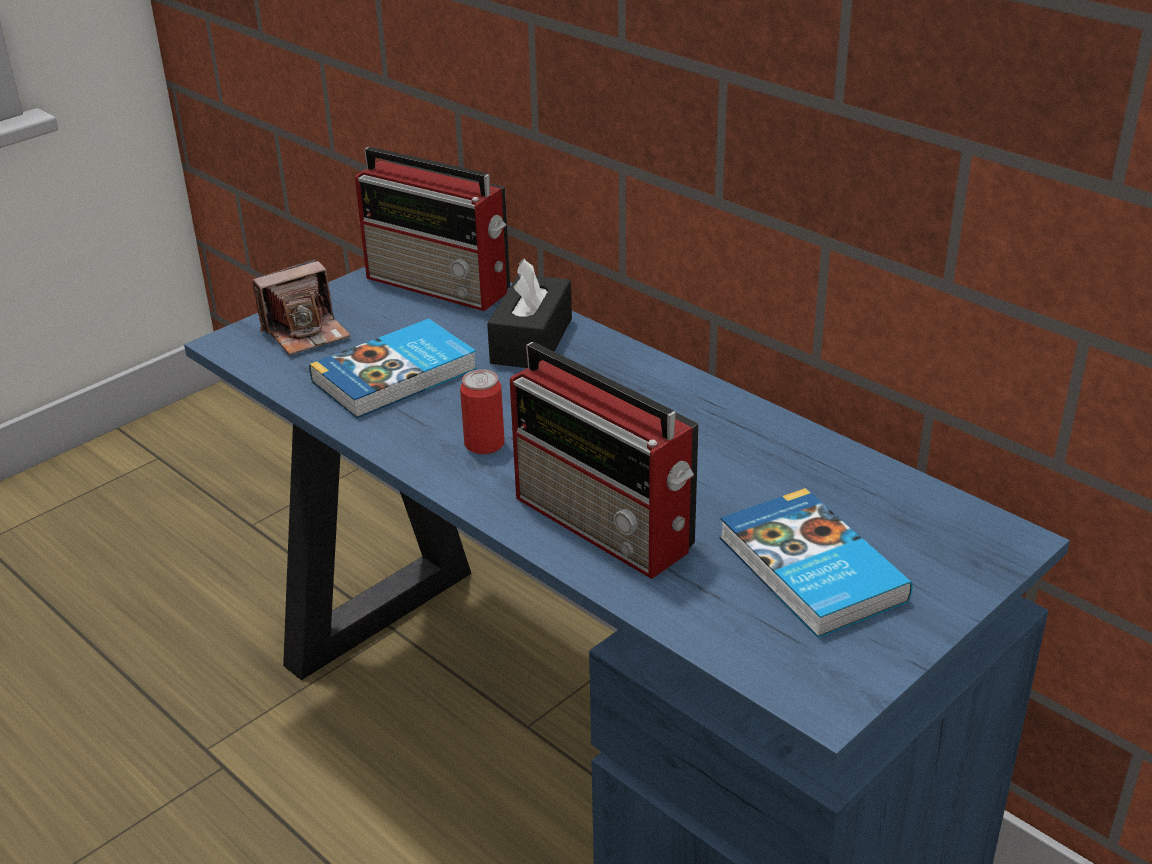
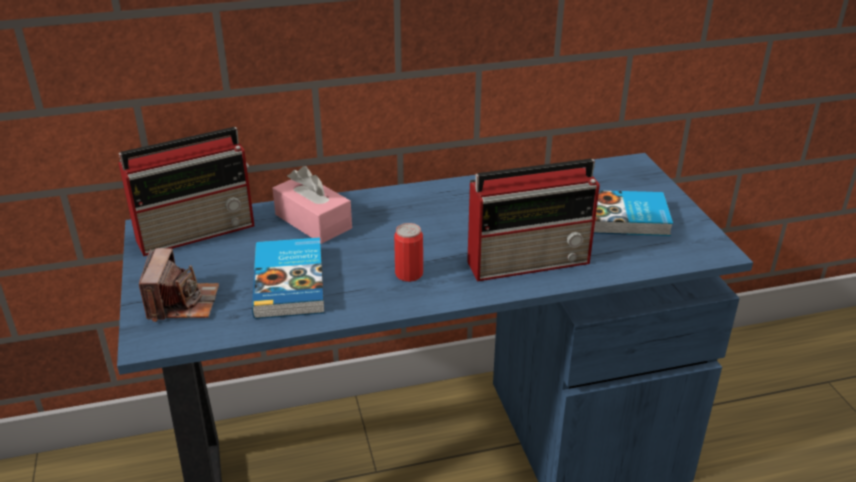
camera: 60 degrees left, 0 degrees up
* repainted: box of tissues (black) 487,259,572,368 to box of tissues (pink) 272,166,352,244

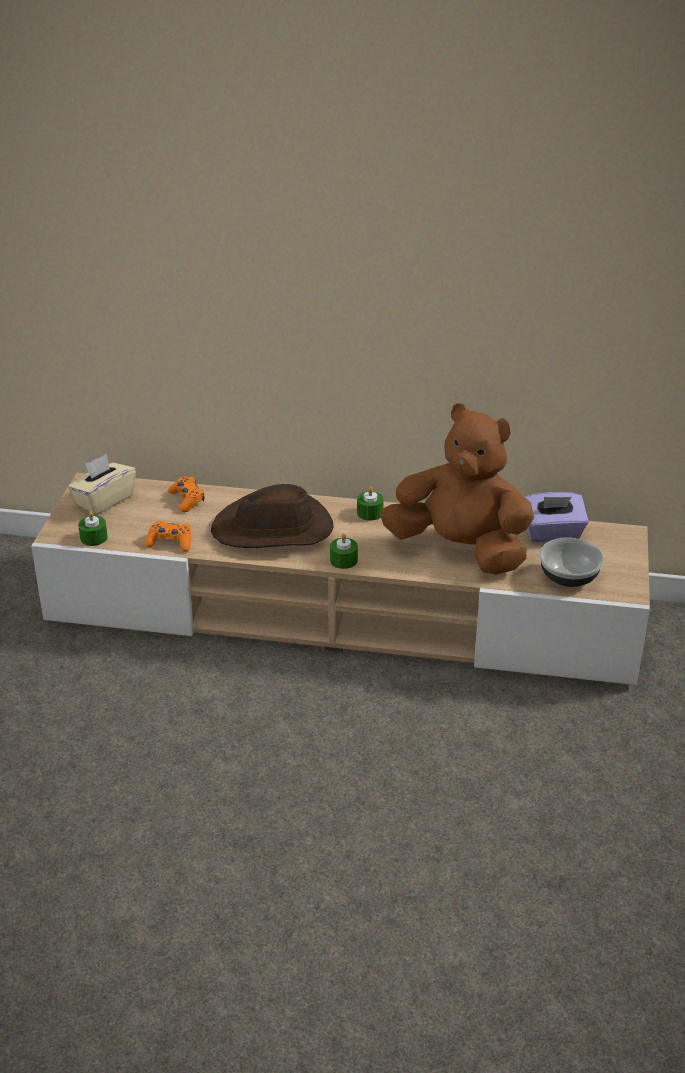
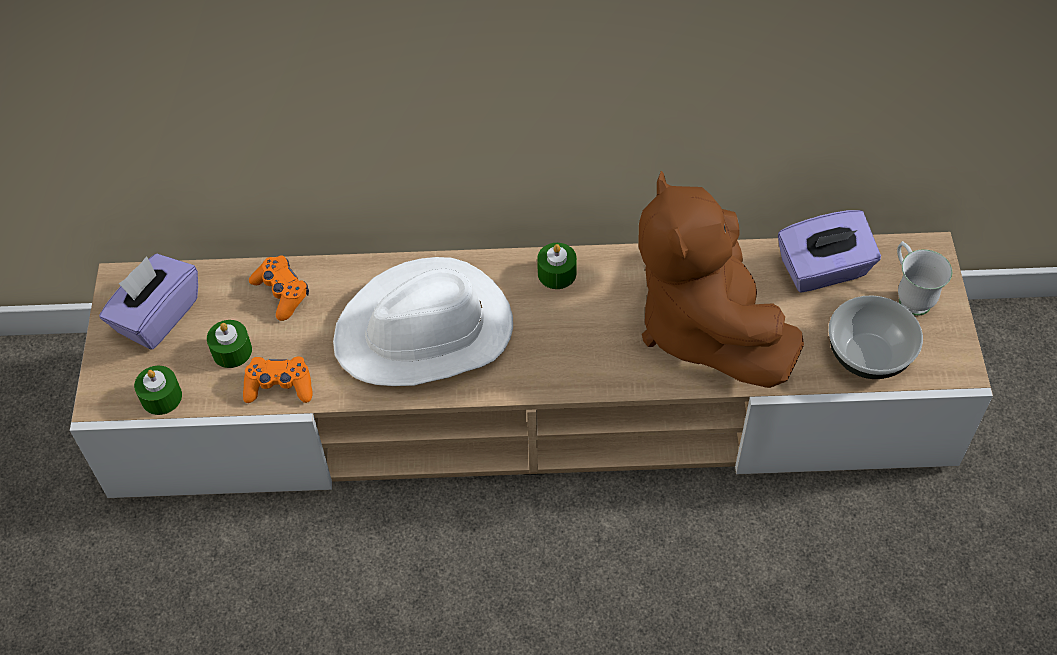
camera: 10 degrees left, 20 degrees up
* new: tea mug (white-coloured) 897,241,952,316
* shifted: candle (green-coloured) 330,533,358,569 to 207,320,252,368
* repainted: box of tissues (sand-coloured) 68,454,136,515 to box of tissues (purple-coloured) 99,254,198,350
* repainted: hat (brown-coloured) 211,484,333,548 to hat (white-coloured) 333,257,513,386
* rotated: soft toy (brown-coloured) 380,403,534,575 = 638,171,804,388 120 degrees counterclockwise

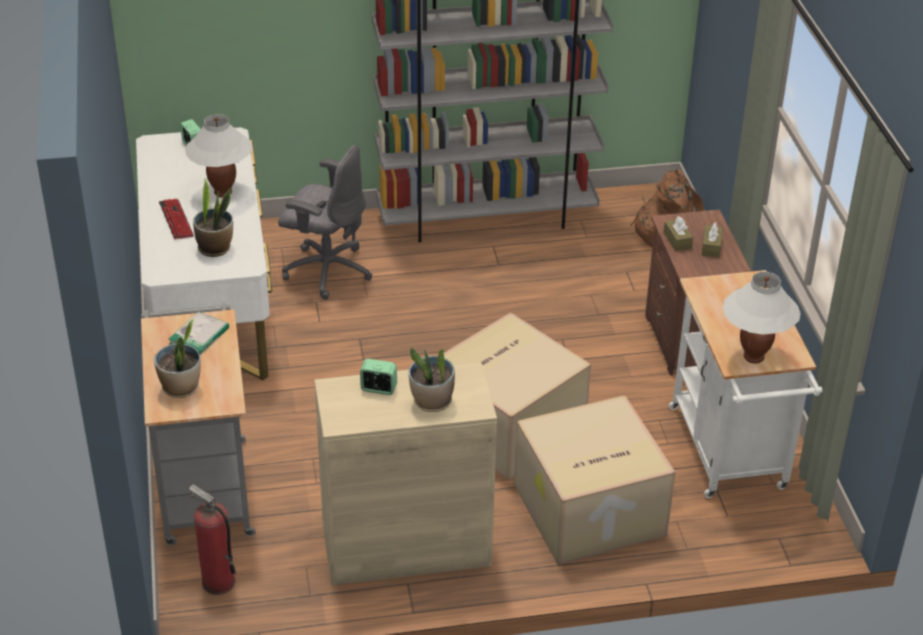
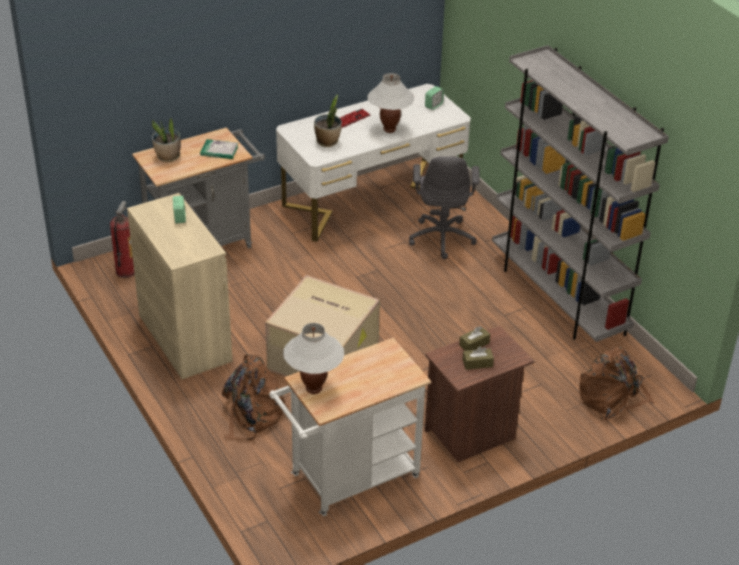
camera: 70 degrees right, 0 degrees up
* gone: potted plant 409,348,455,412
* swapped: cardboard box 514,395,676,565 to knapsack (brown-coloured) 222,354,289,440

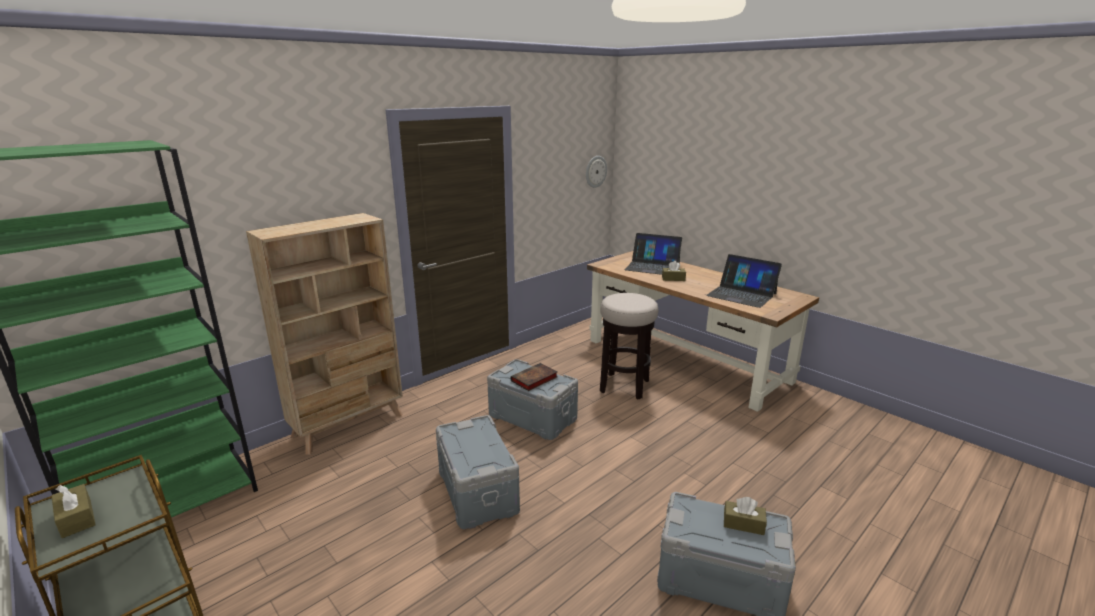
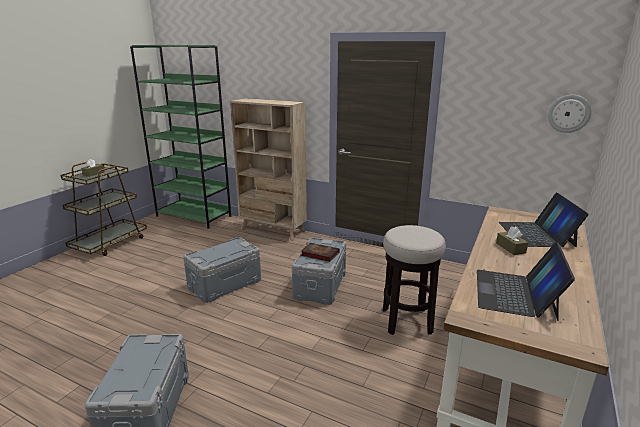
camera: 70 degrees right, 0 degrees up
* gone: box of tissues (brown-coloured) 724,497,767,535

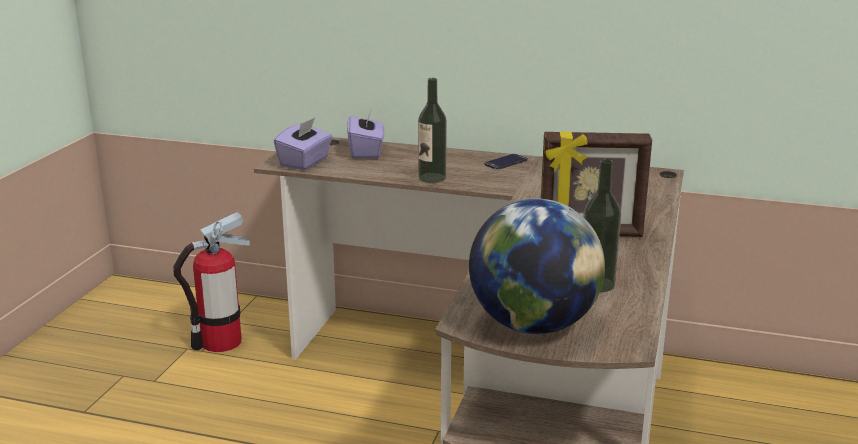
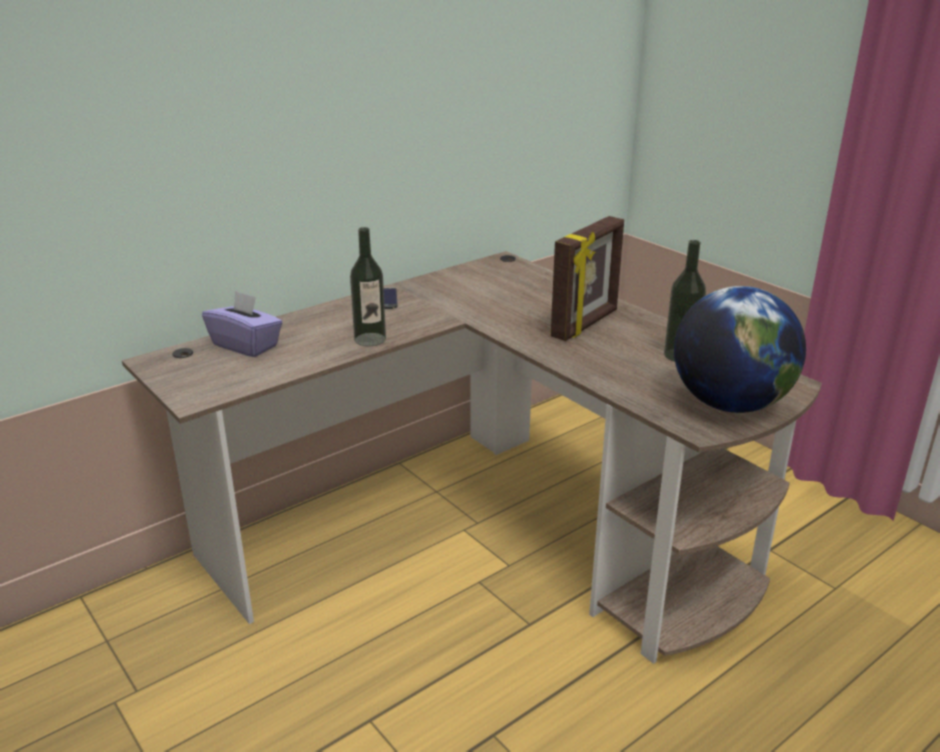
camera: 55 degrees left, 5 degrees up
* gone: extinguisher 173,212,250,352
* gone: box of tissues (purple-coloured) 274,118,333,170

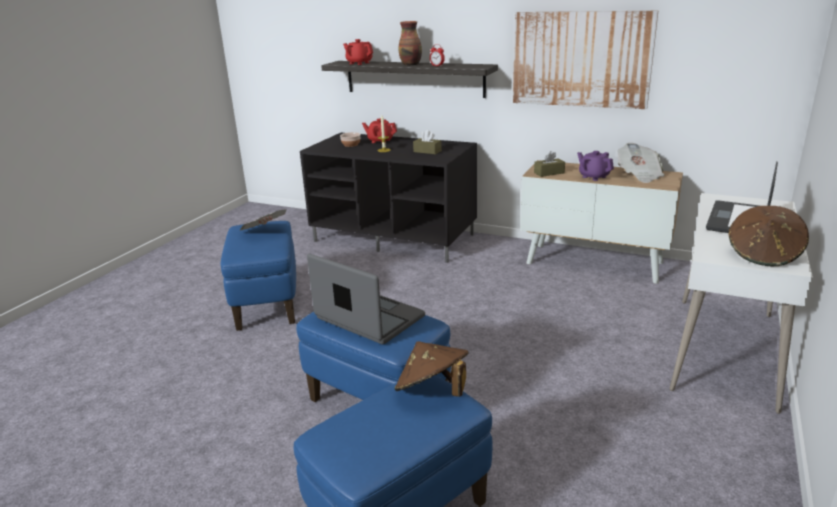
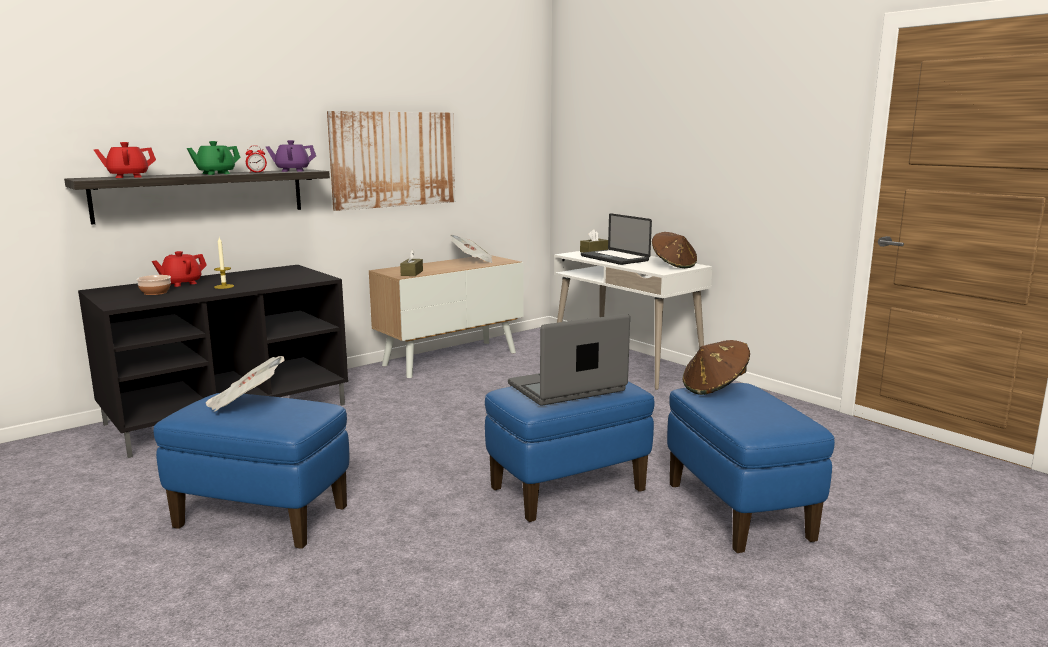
camera: 65 degrees left, 10 degrees down
* shifted: box of tissues (brown-coloured) 413,130,442,154 to 580,229,608,253
* shifted: teapot (purple-coloured) 577,151,614,181 to 266,140,316,172
* swapped: flower vase 398,21,422,66 to teapot (green-coloured) 187,141,241,175

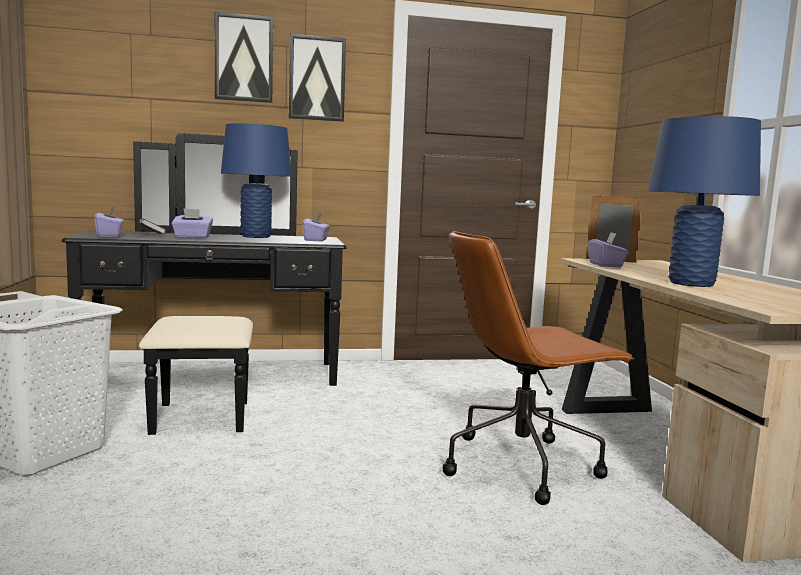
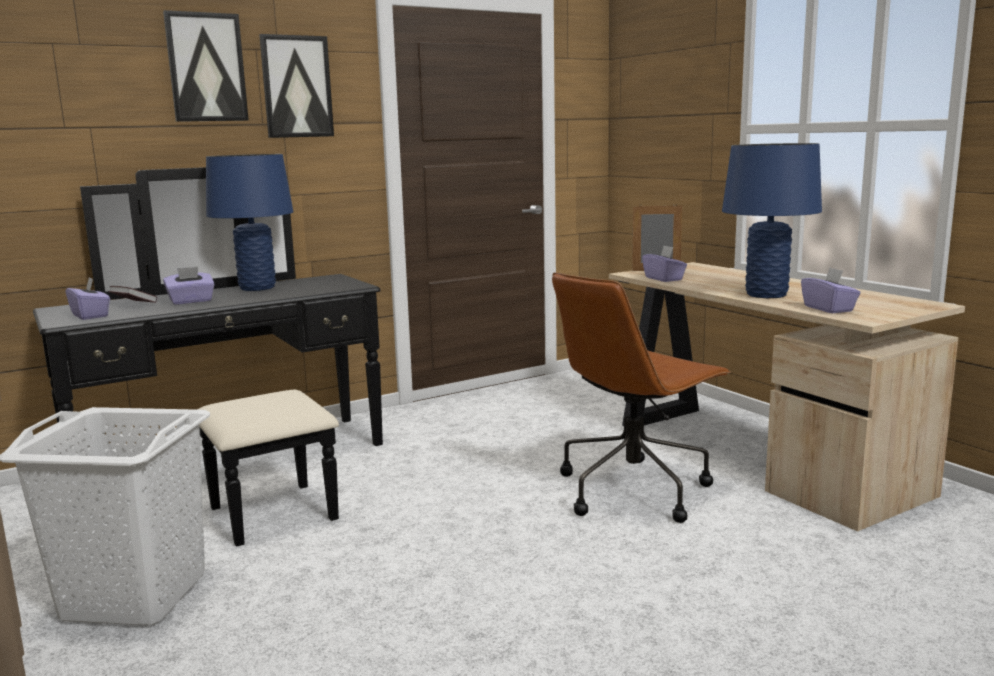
camera: 20 degrees left, 5 degrees up
* shifted: box of tissues (purple-coloured) 302,213,330,242 to 801,268,861,313

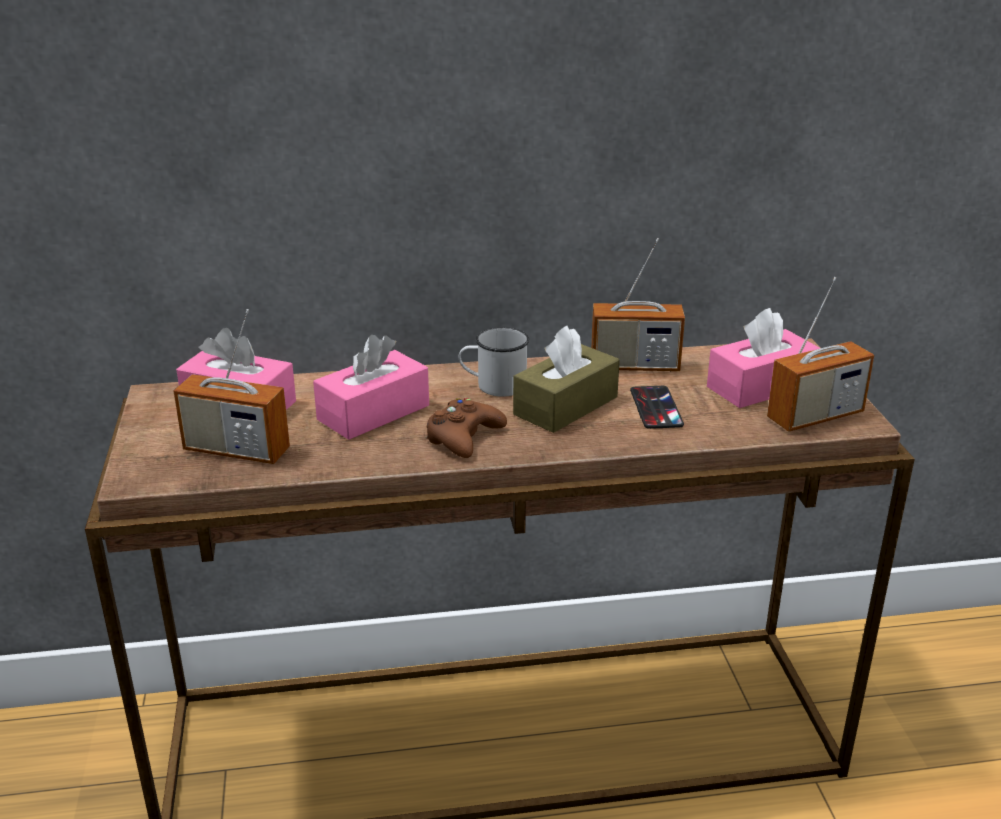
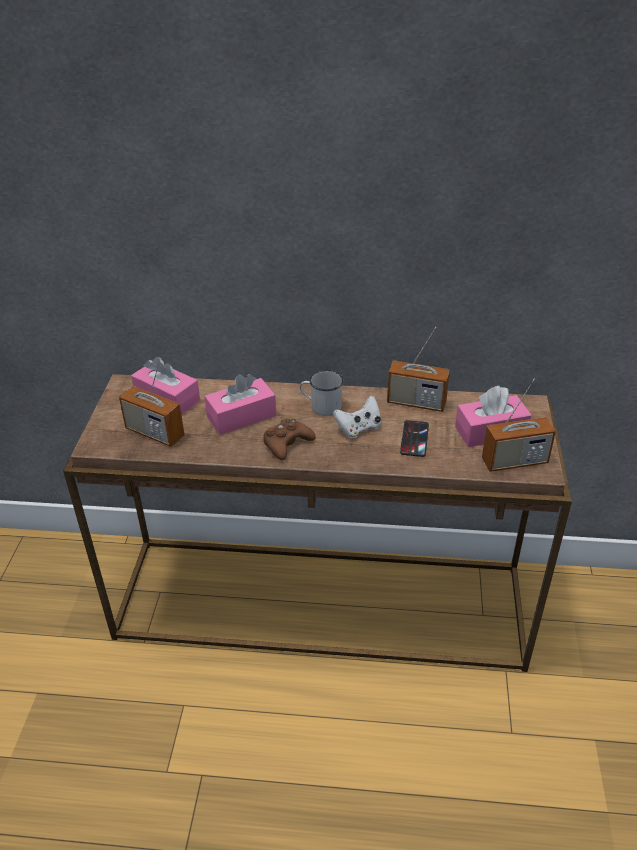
camera: 15 degrees right, 10 degrees up
* swapped: box of tissues (brown-coloured) 513,326,620,433 to game controller (white-coloured) 333,396,381,438

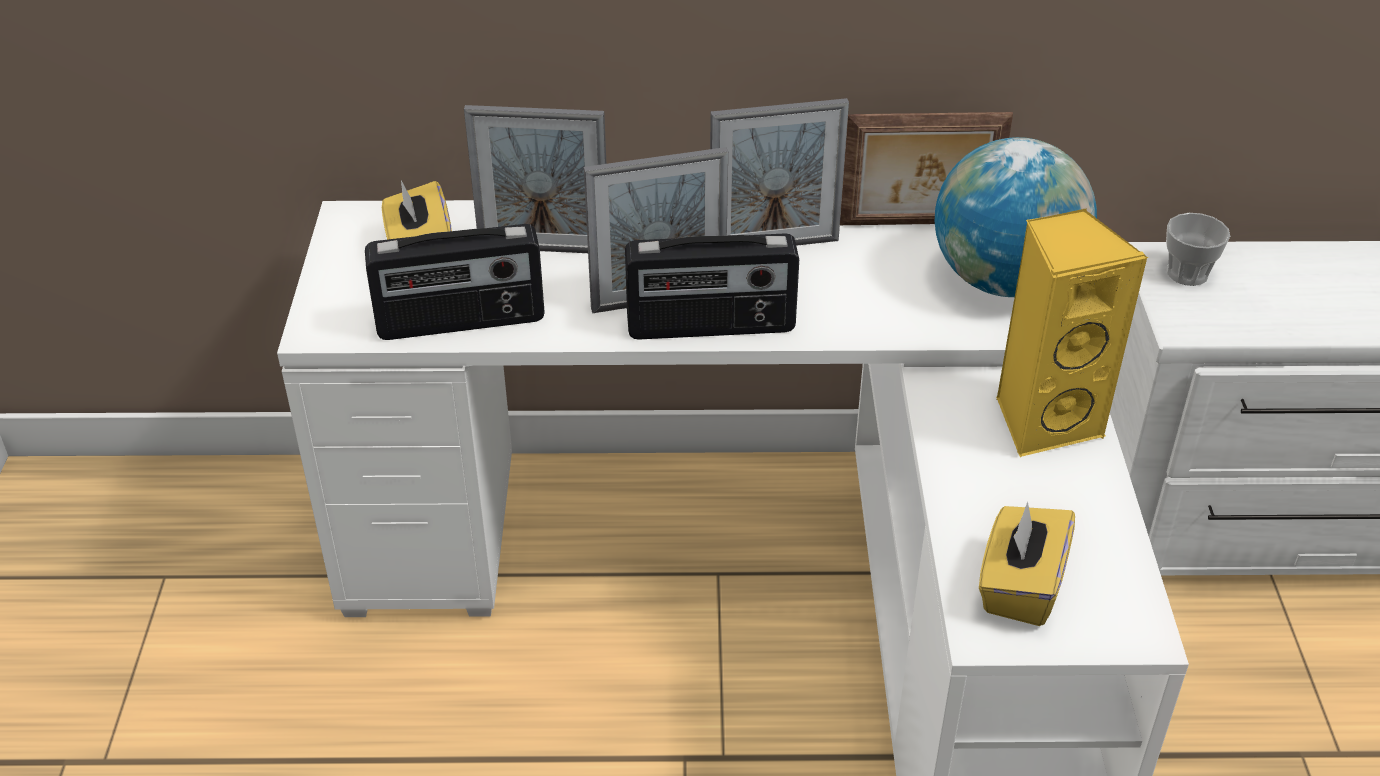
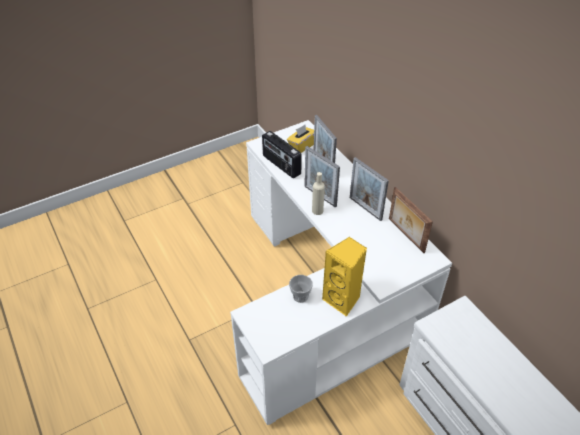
camera: 60 degrees right, 5 degrees up
* gone: globe 935,137,1097,297
* gone: box of tissues (yellowish) 979,501,1075,626
* shifted: small cup 1166,213,1230,286 to 289,275,313,303
* swapped: radio set 625,233,799,340 to beverage bottle (sand-coloured) 312,172,325,215

